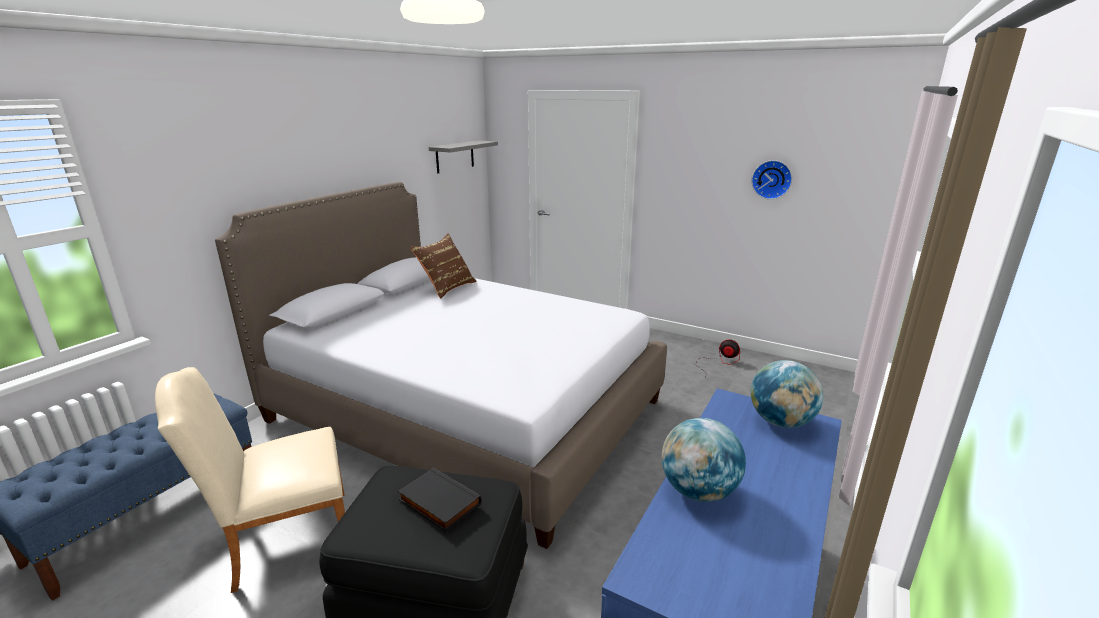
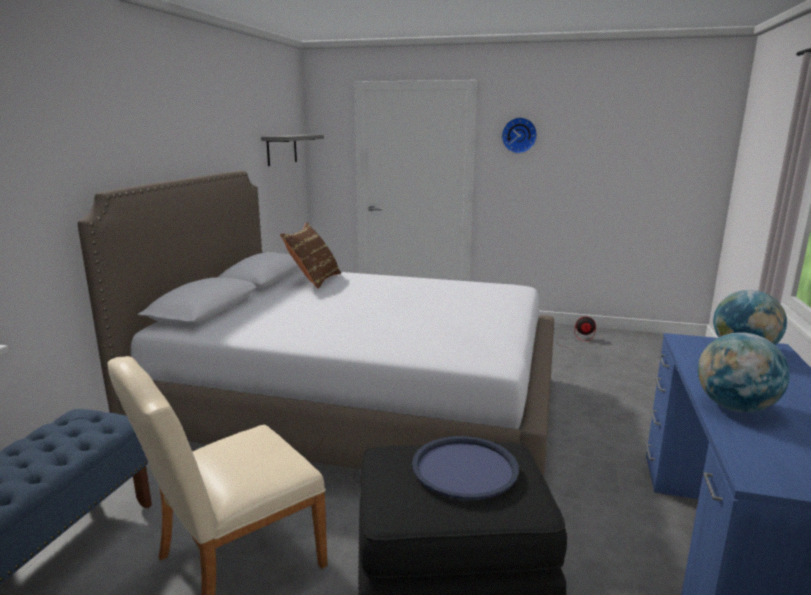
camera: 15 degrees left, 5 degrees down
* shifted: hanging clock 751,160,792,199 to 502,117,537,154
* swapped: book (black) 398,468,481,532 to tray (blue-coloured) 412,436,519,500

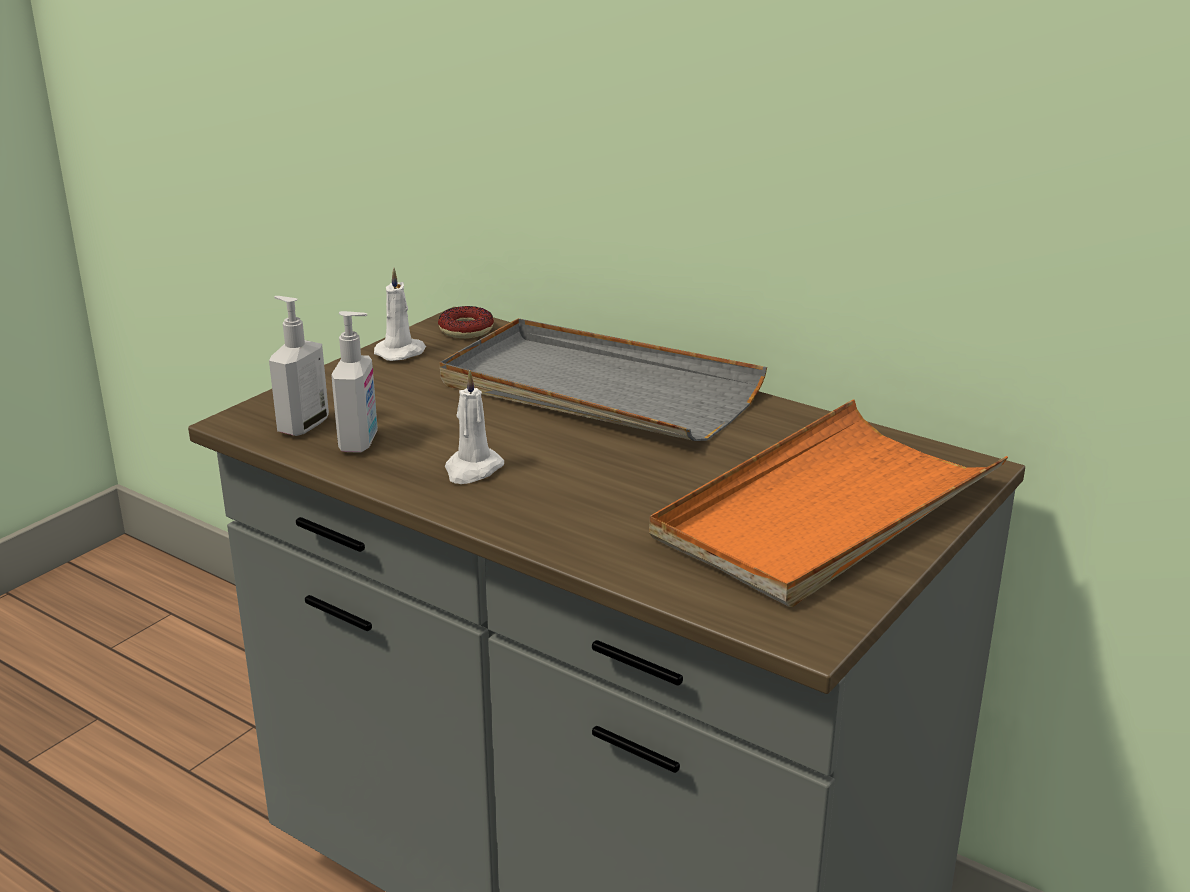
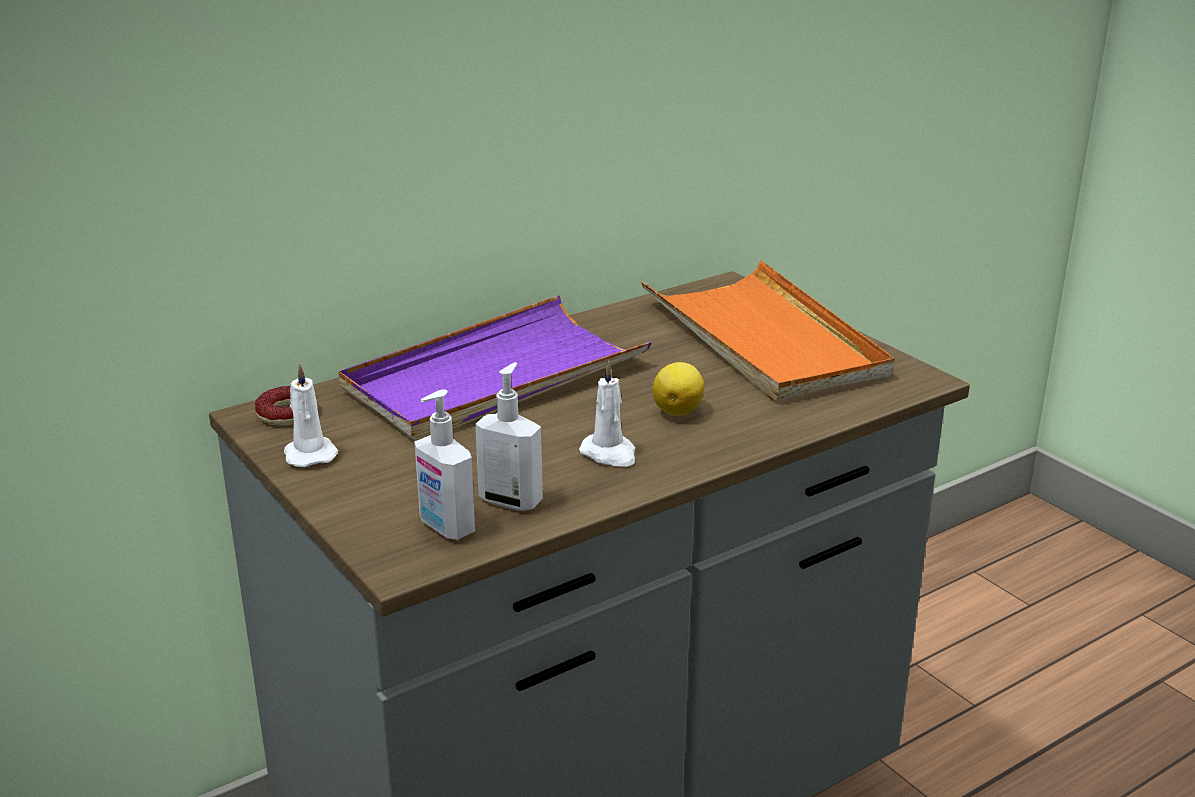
camera: 70 degrees left, 0 degrees up
* new: lemon 652,362,704,416
* repainted: tray (grey) 440,318,767,441 to tray (purple-coloured) 338,295,652,441

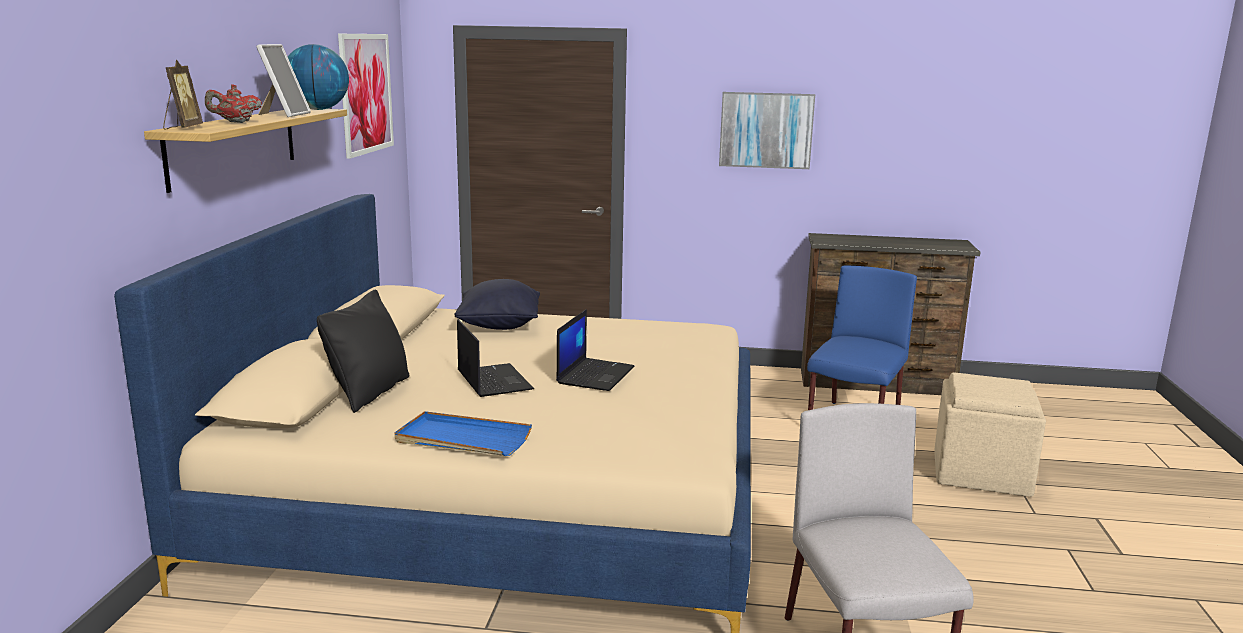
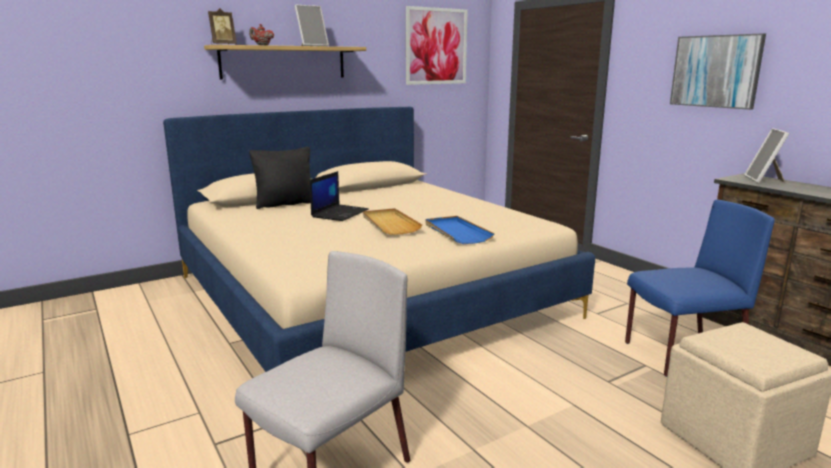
camera: 50 degrees right, 0 degrees up
* gone: globe 288,44,349,110
* gone: pillow (black) 454,279,540,330
* new: photo frame 744,128,789,183
* shifted: tray (blue-coloured) 394,411,532,456 to 426,216,495,244
* swapped: notebook computer 556,309,635,391 to tray (sand-coloured) 363,208,422,235

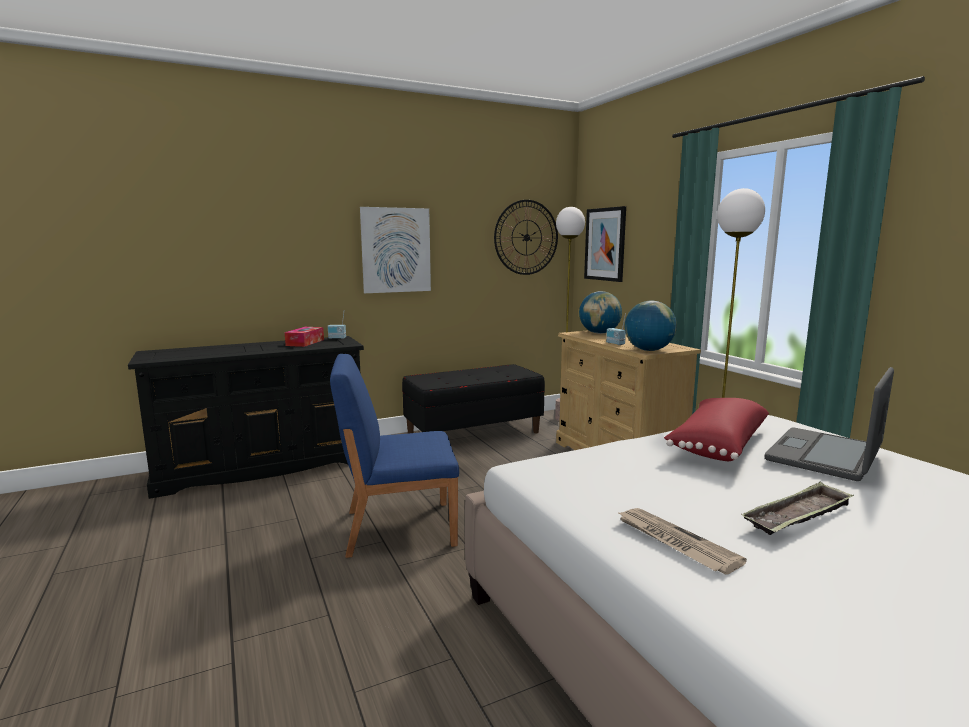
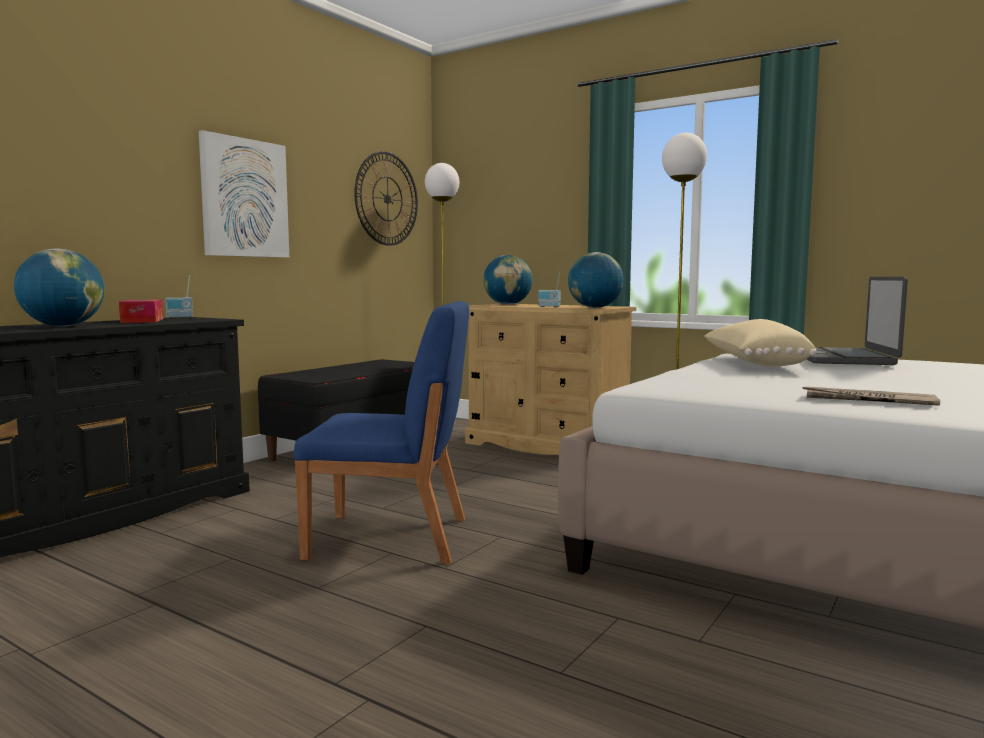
camera: 30 degrees left, 5 degrees down
* gone: wall picture 584,206,626,282
* gone: tray 742,482,854,535
* new: globe 14,249,104,327
* repainted: pillow (red-coloured) 664,398,769,461 to pillow (sand-coloured) 704,319,817,366
* rotated: upright chair (blue-coloured) 330,354,459,558 = 294,301,469,564 135 degrees counterclockwise

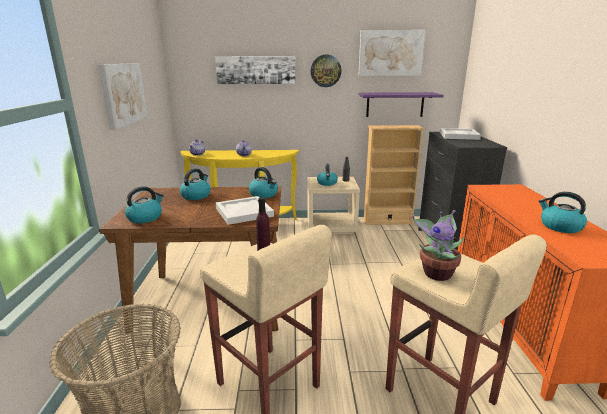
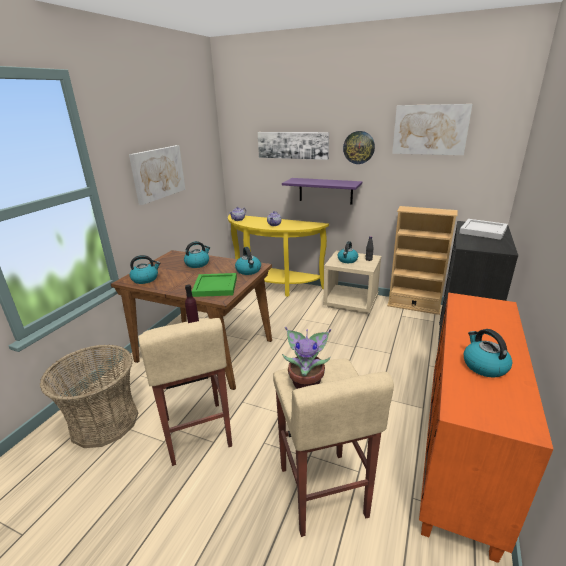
camera: 25 degrees right, 5 degrees up
* shifted: wall shelf (purple-coloured) 359,92,443,117 to 282,178,362,205
* repainted: tray (white-coloured) 216,196,274,225 to tray (green-coloured) 192,273,237,297

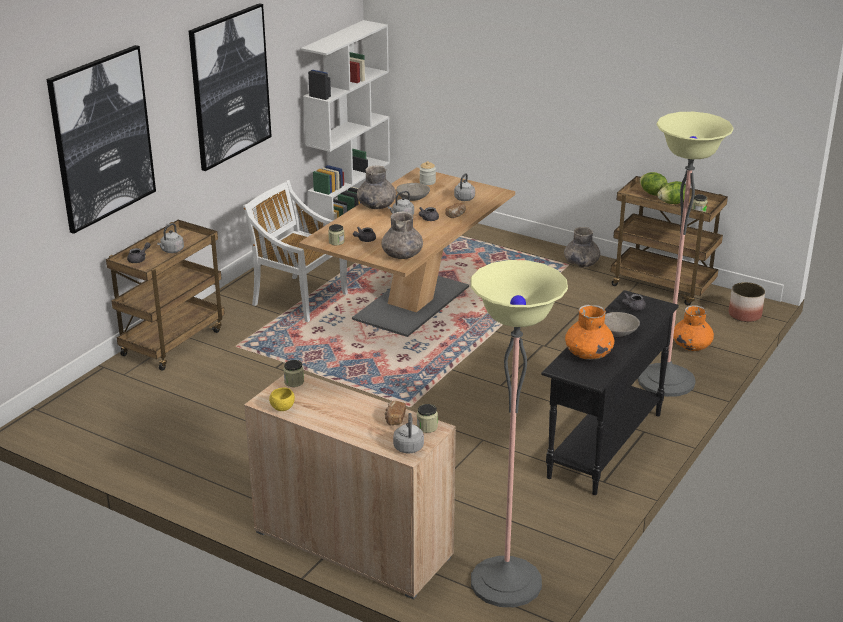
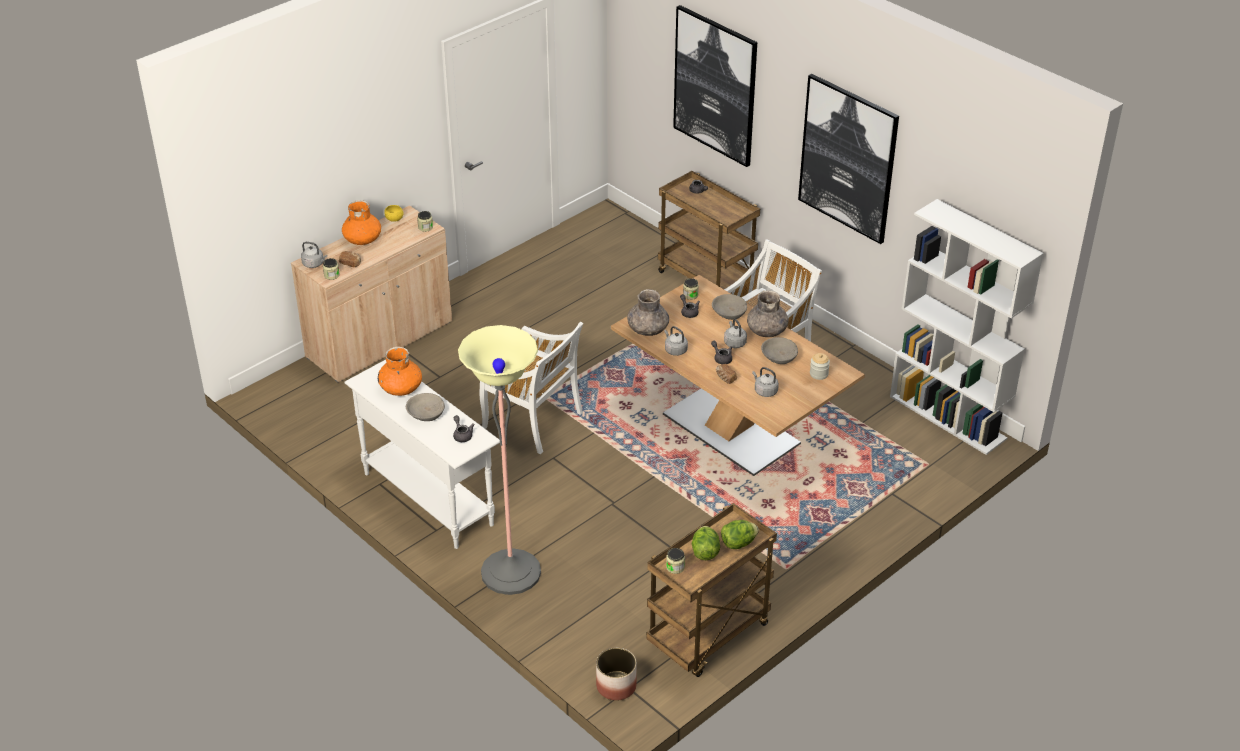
camera: 105 degrees right, 10 degrees up
* gone: standard lamp 471,260,568,607
* gone: flower vase (grey) 564,227,601,267
* new: upright chair (white-coloured) 480,322,583,454
* new: deep dish (grey) 712,294,747,320
* shifted: kettle (grey) 157,223,184,253 to 664,326,688,356
* shifted: flower vase (orange-coloured) 673,305,714,351 to 342,200,381,245
* repainted: narrow table (black) 541,290,679,495 to narrow table (white-coloured) 344,360,500,549

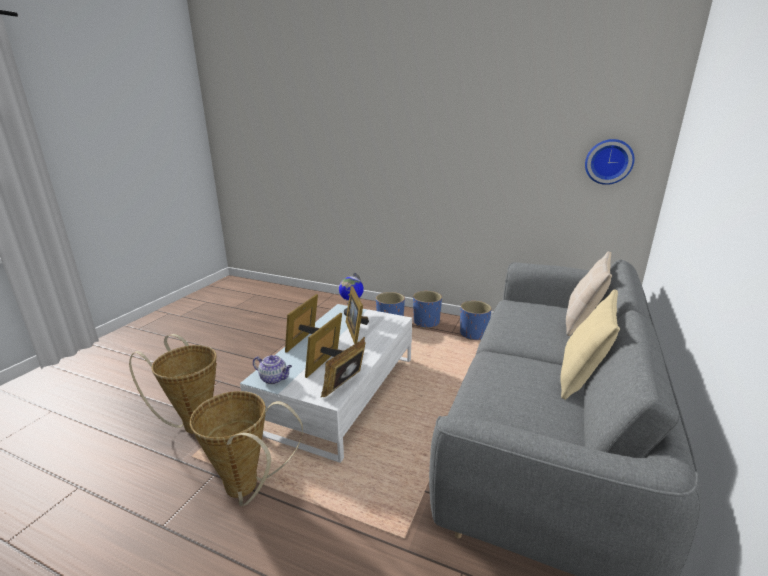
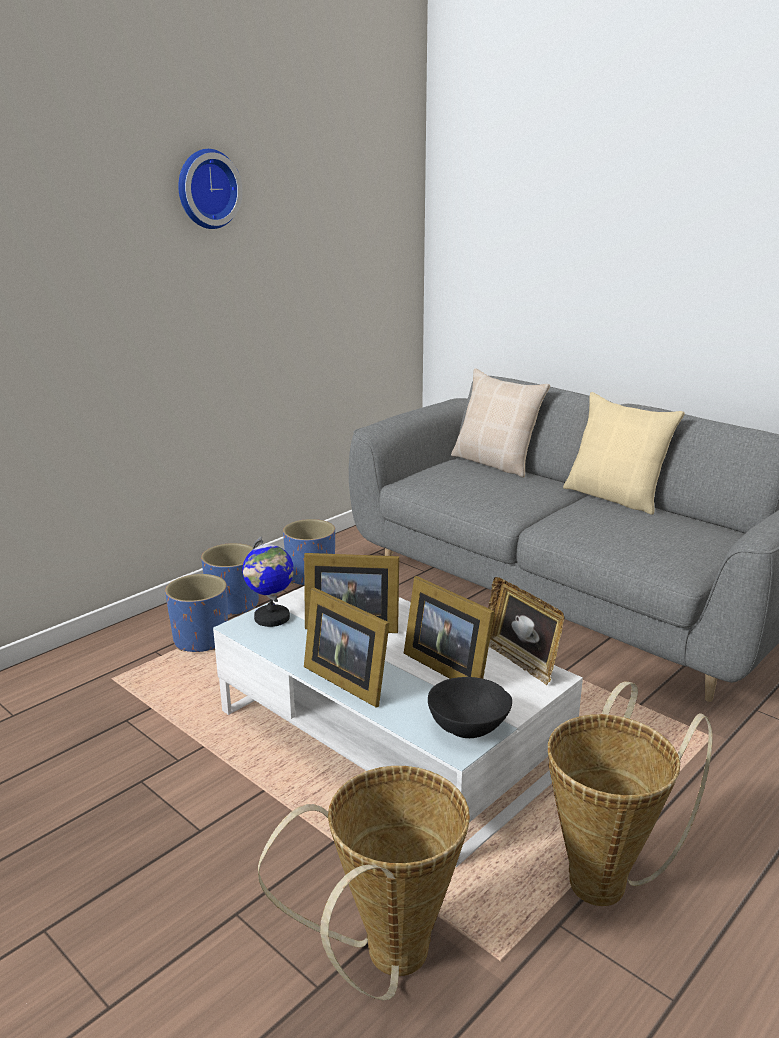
camera: 70 degrees left, 0 degrees up
* shifted: hanging clock 585,139,634,185 to 178,149,243,229
* swapped: teapot 253,355,292,384 to deep dish (black) 428,677,512,738

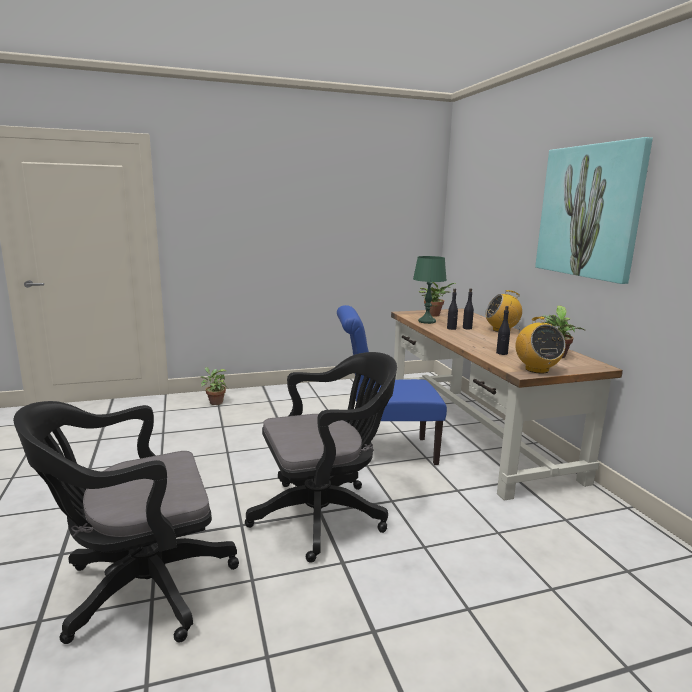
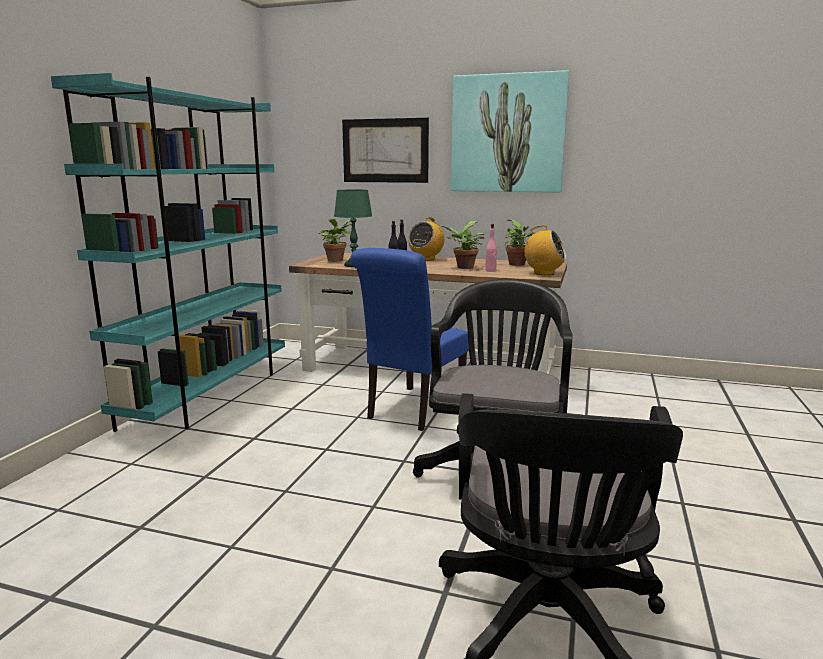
camera: 55 degrees left, 0 degrees up
* new: shelving unit (turquoise) 51,73,285,432
* new: wall picture 342,118,429,183
* shifted: potted plant 200,367,226,405 to 442,221,485,269
* repainted: beverage bottle (black) 496,306,510,355 to beverage bottle (pink) 485,224,497,272

